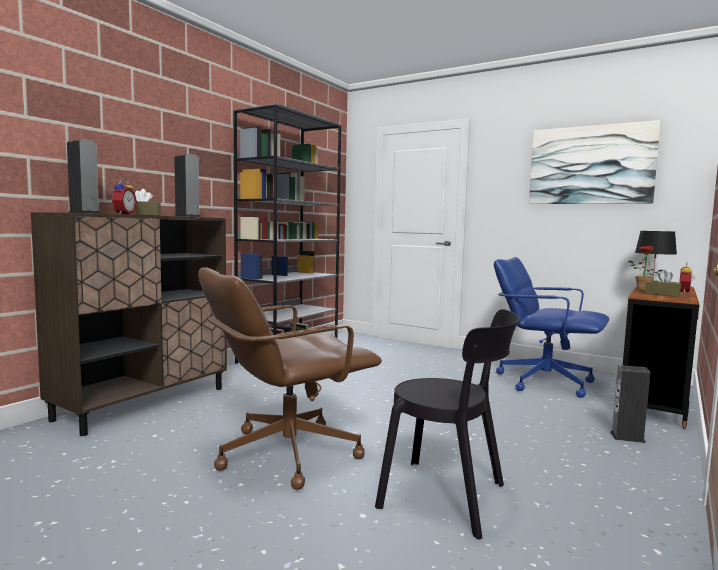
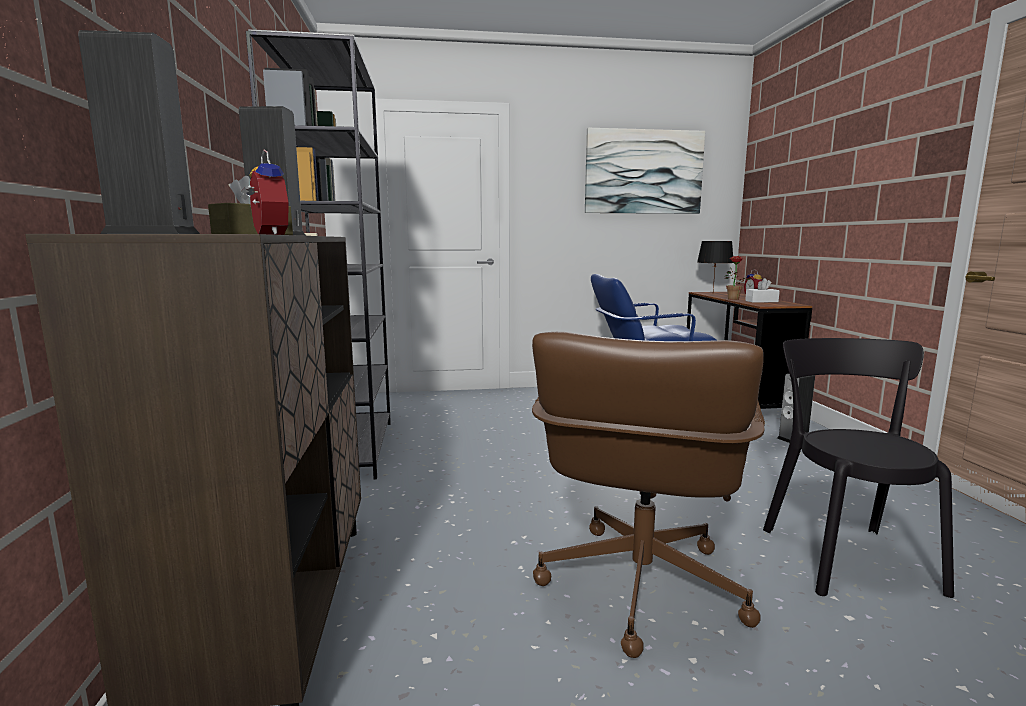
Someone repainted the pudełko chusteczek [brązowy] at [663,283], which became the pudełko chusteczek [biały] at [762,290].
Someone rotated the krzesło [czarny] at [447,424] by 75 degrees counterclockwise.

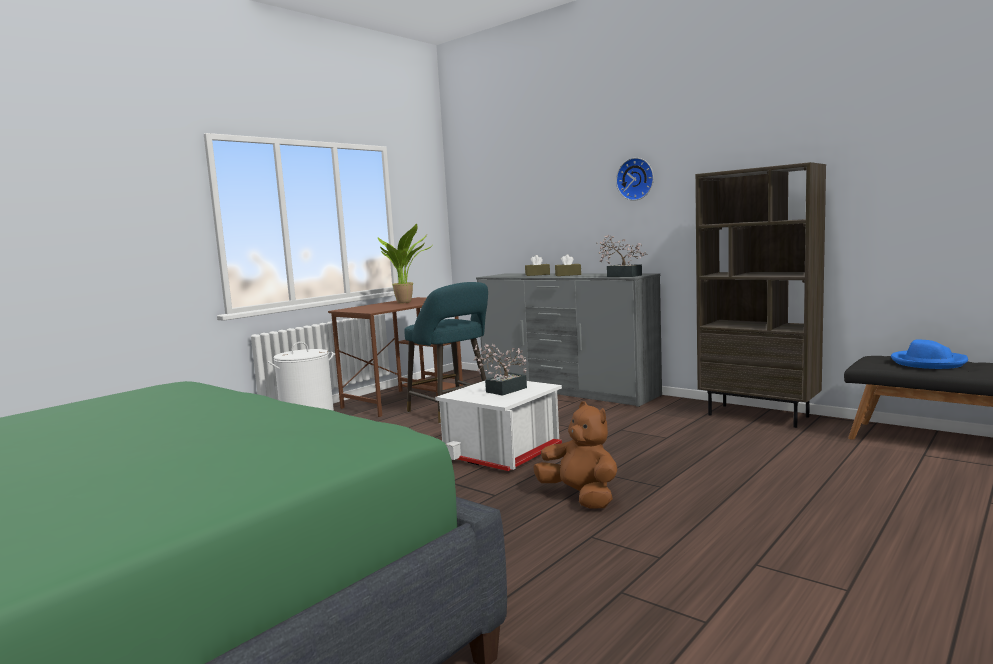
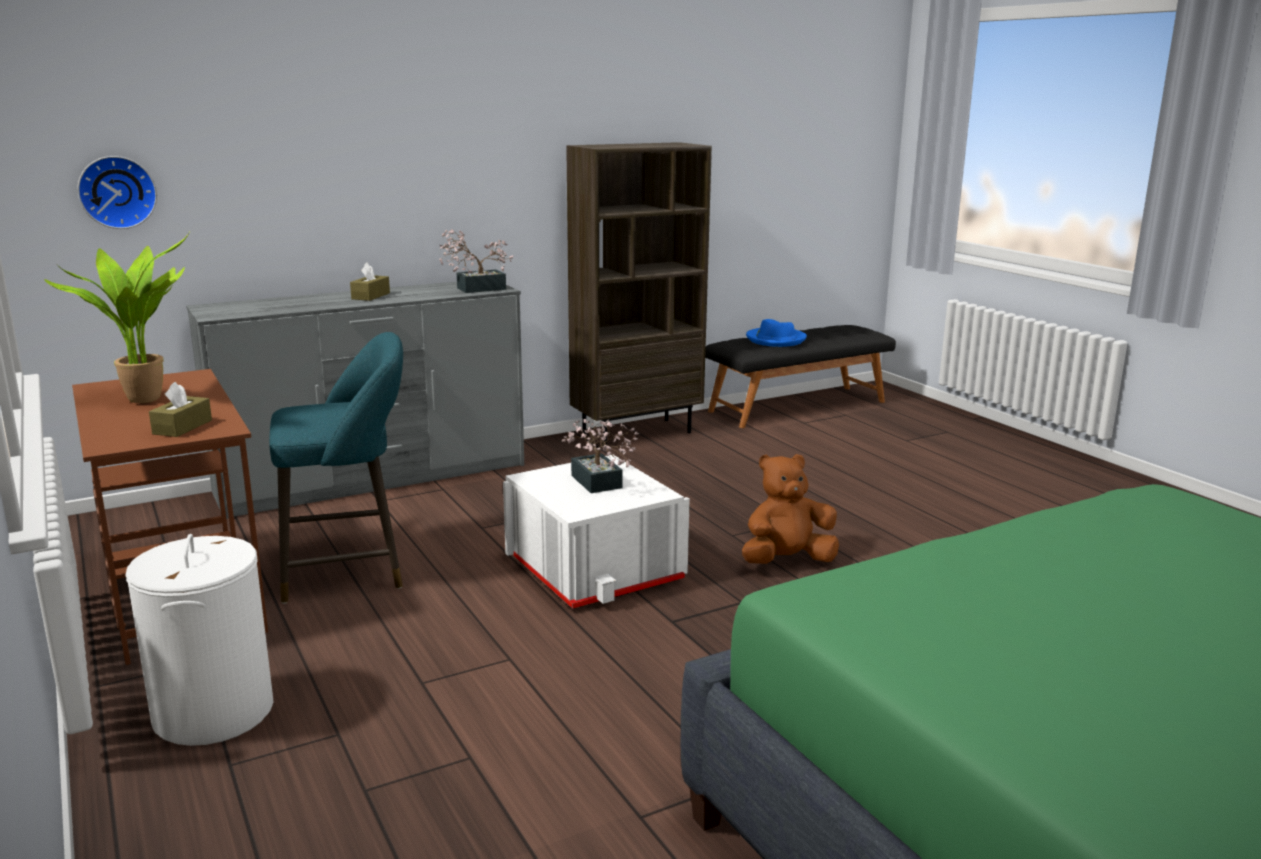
Someone carried the zegar ścienny from [635,179] to [117,192].
Someone carried the pudełko chusteczek [brązowy] from [537,265] to [180,409].

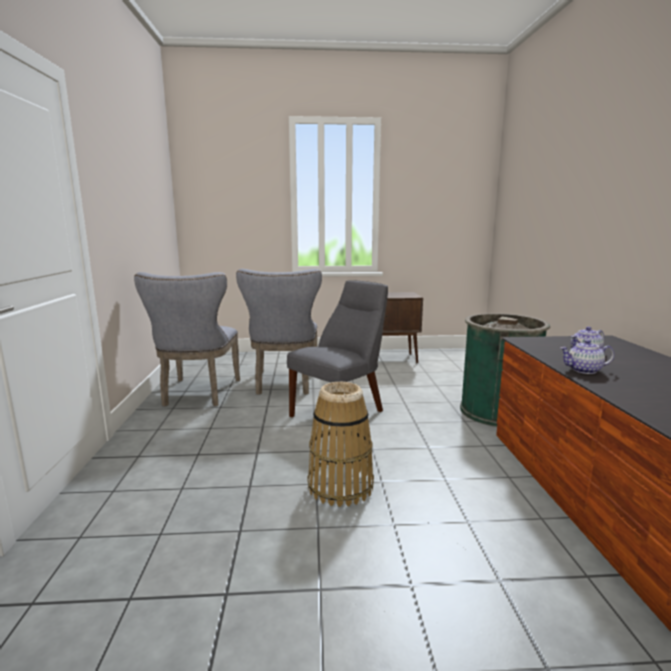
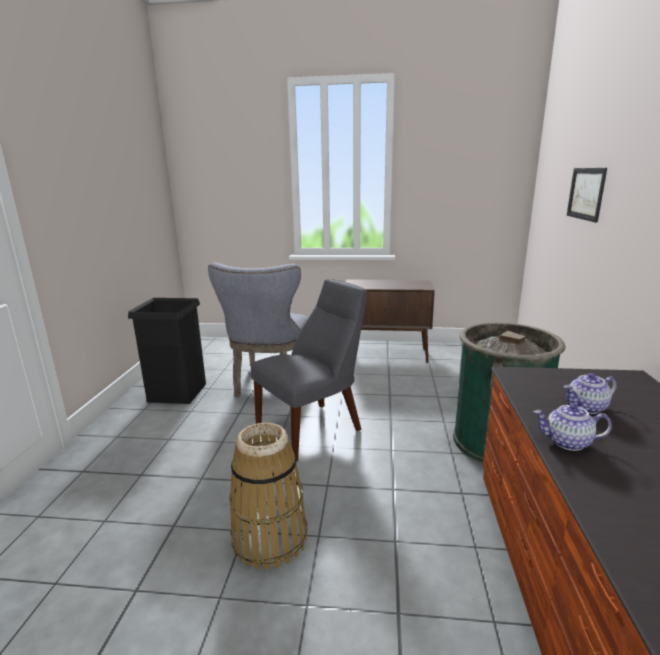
Someone swapped the krzesło [szary] at [187,339] for the kosz na śmieci [czarny] at [167,351].
Someone put up the obraz at [587,195].

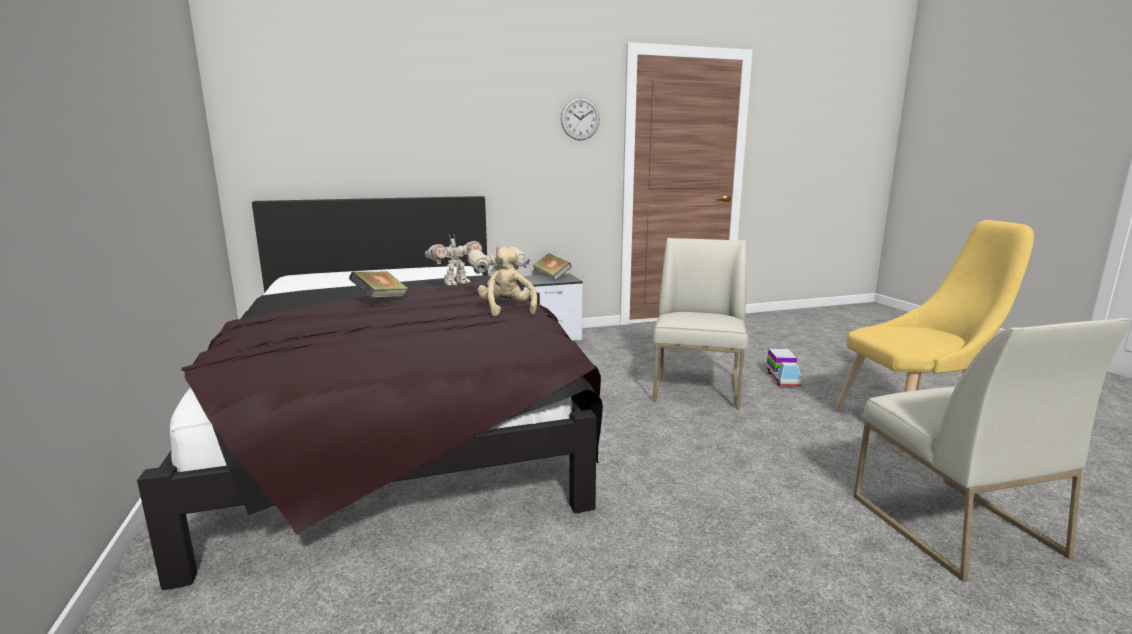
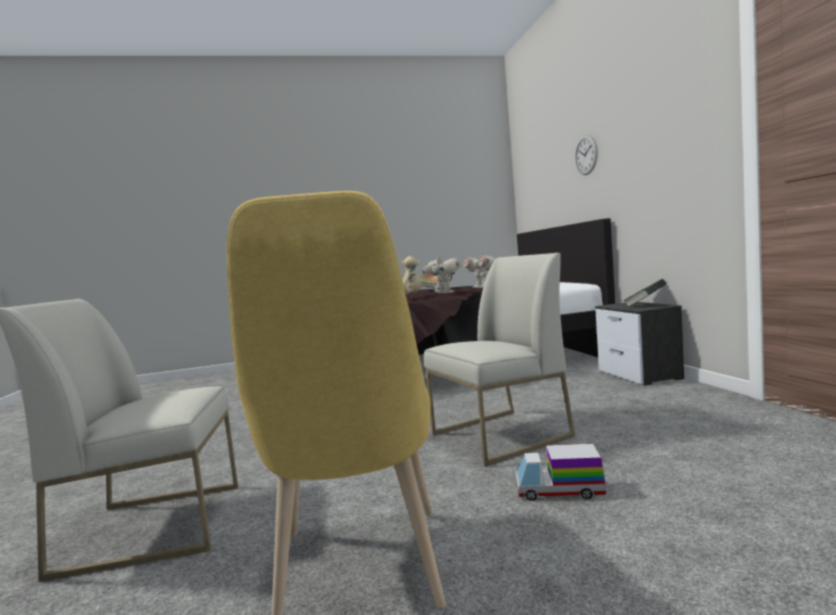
Someone rotated the krzesło [biały] at [700,323] by 45 degrees counterclockwise.
Someone carried the zegar ścienny from [580,119] to [586,155].

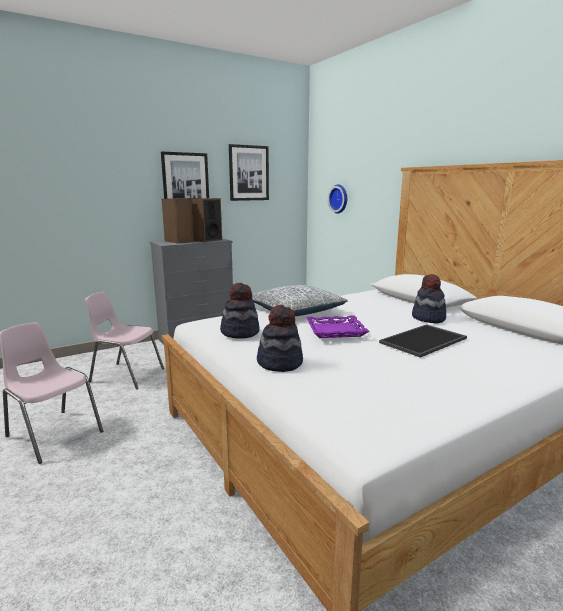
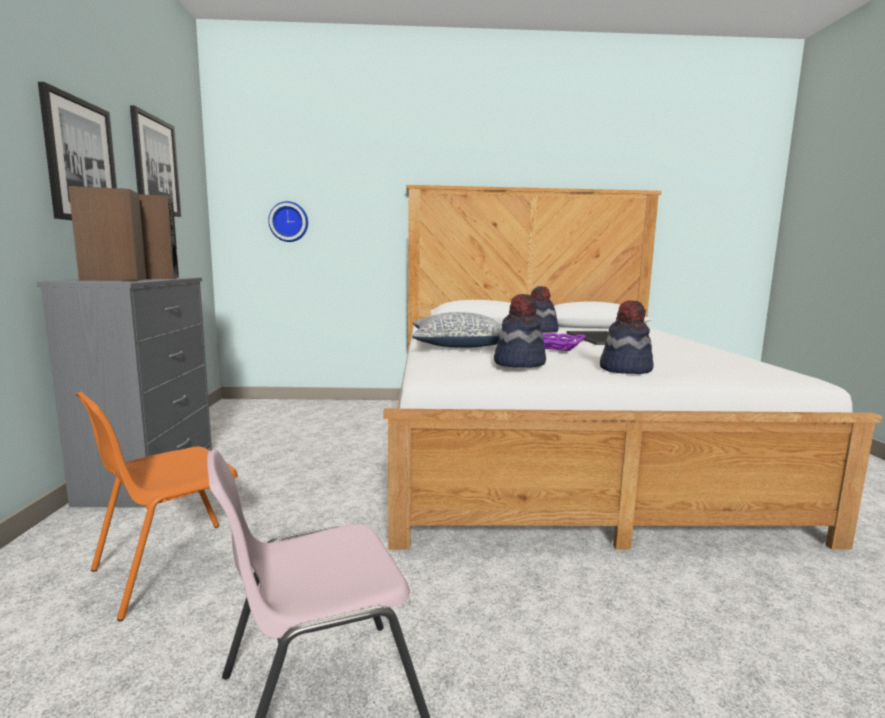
Someone repainted the krzesło [różowy] at [124,341], which became the krzesło [pomarańczowy] at [157,506].

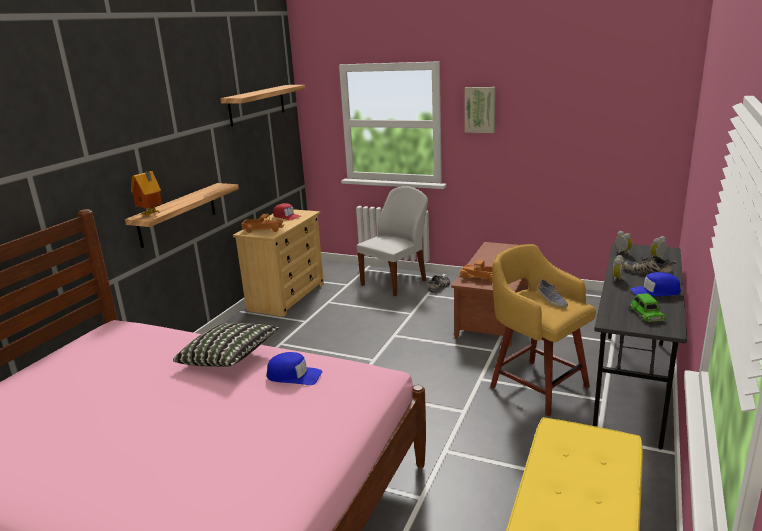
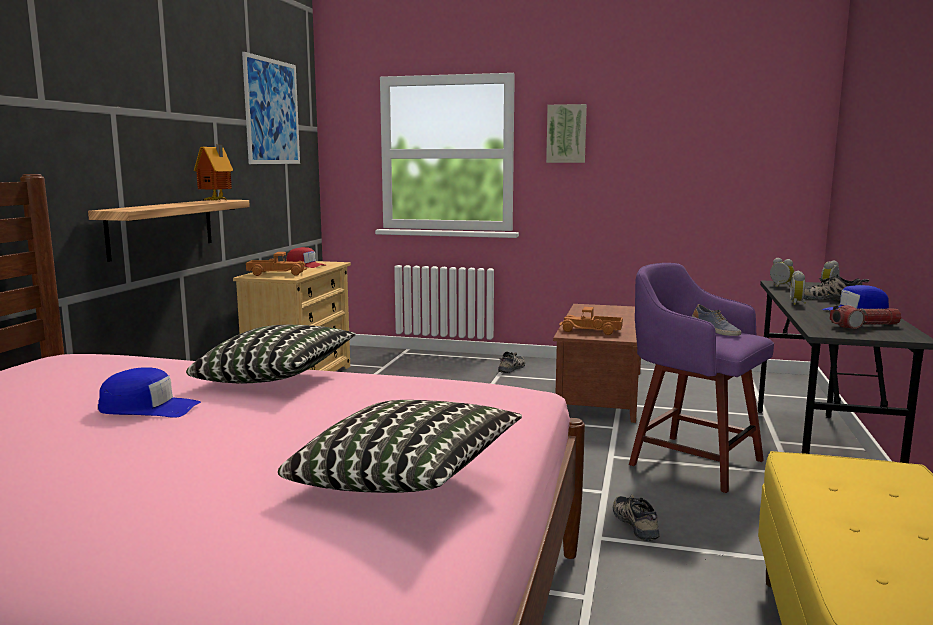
Someone carried the czapka z daszkiem [niebieski] from [294,368] to [149,392].
Someone carried the domek from [146,193] to [213,172].
Someone swapped the półka at [262,106] for the obraz at [271,108].
Someone put down the poduszka at [400,446].
Someone put down the but at [636,517].
Someone repainted the stołek [żółty] at [543,330], which became the stołek [fioletowy] at [701,378].
Someone swapped the samochodzik [zielony] at [647,307] for the latarka at [865,317].
Someone took away the krzesło [biały] at [392,241].

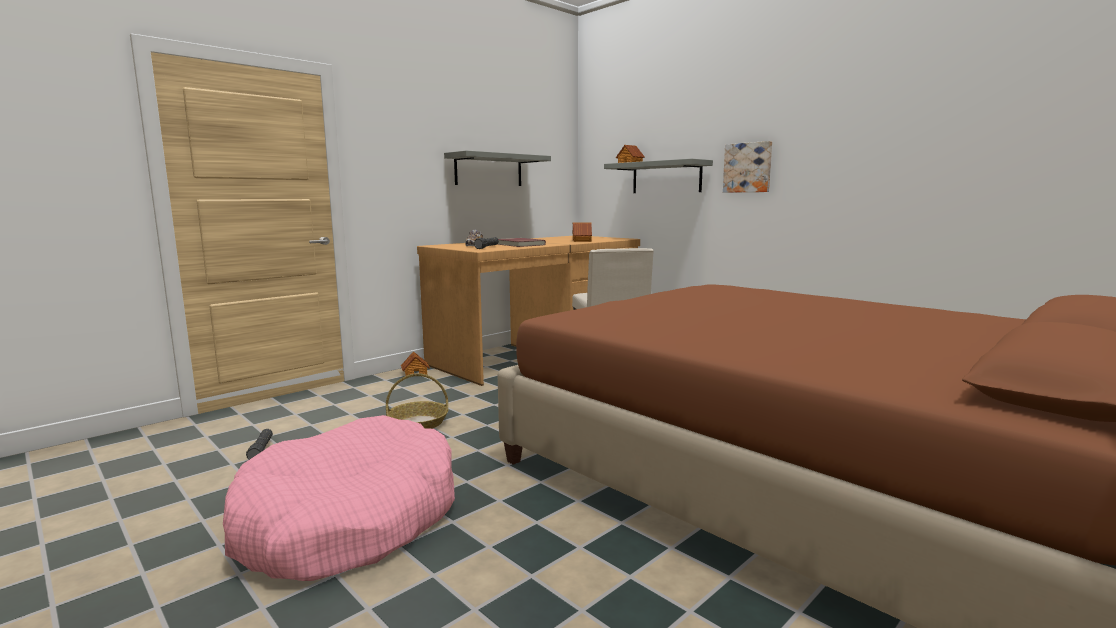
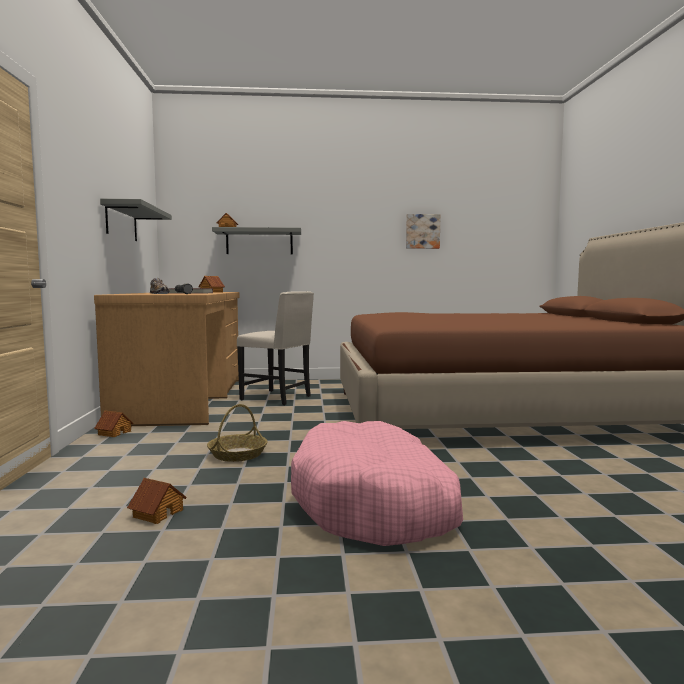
Someone swapped the latarka [czarny] at [259,444] for the domek at [157,501].
Someone carried the obraz from [747,167] to [423,231].

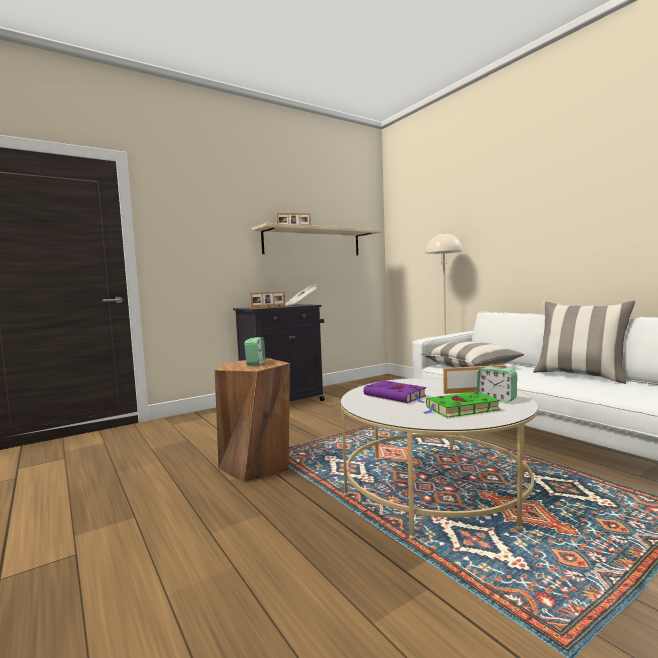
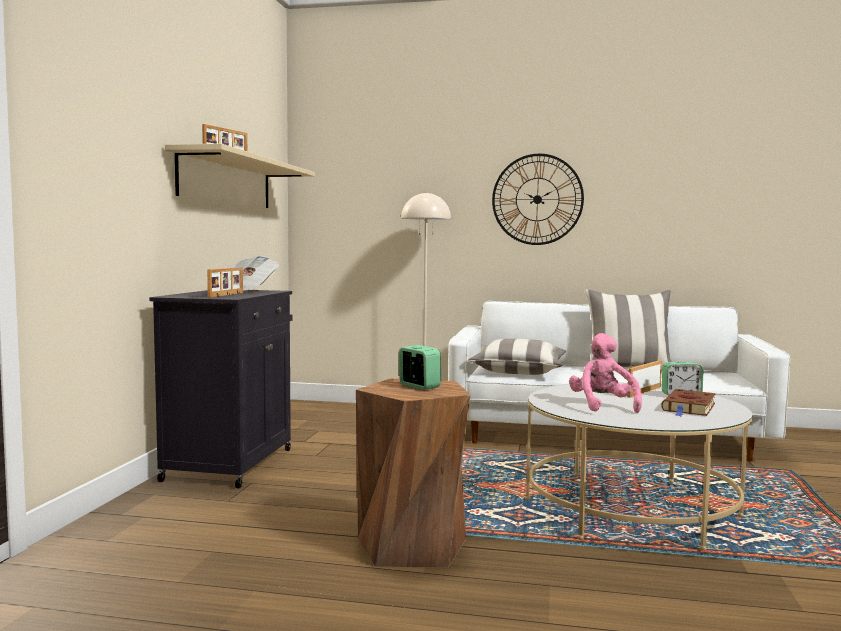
Someone put up the zegar ścienny at [538,199].
Someone swapped the książka [fioletowy] at [394,392] for the pluszak [różowy] at [605,373].
Someone repainted the książka [zielony] at [462,405], which became the książka [brązowy] at [688,402].

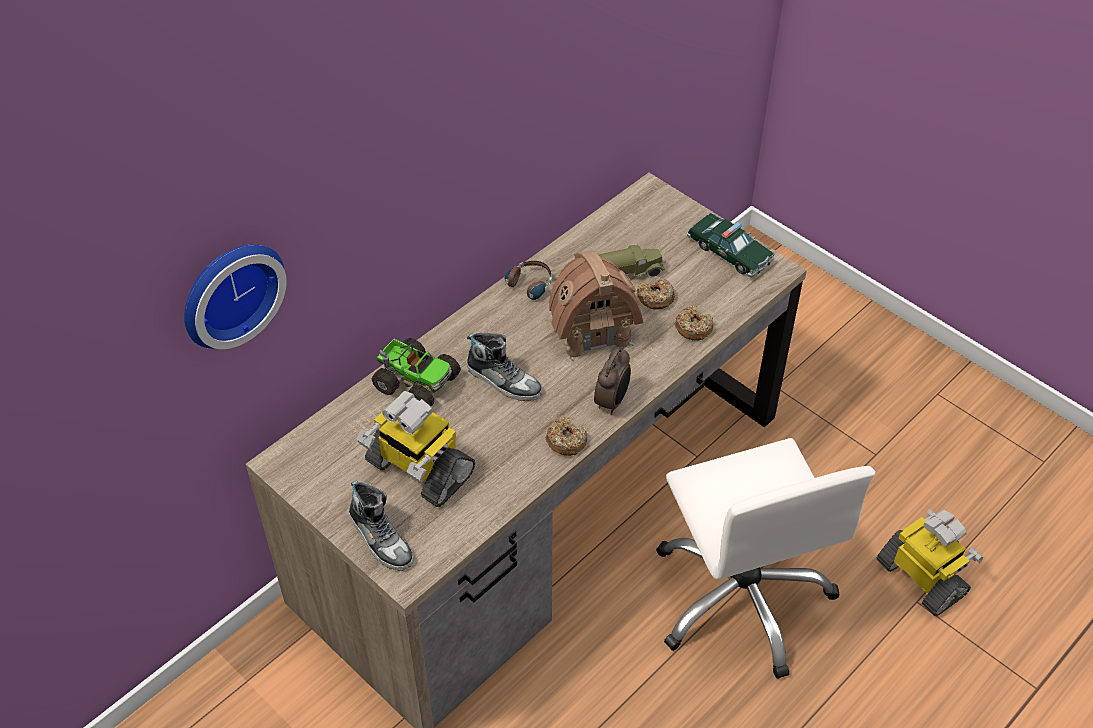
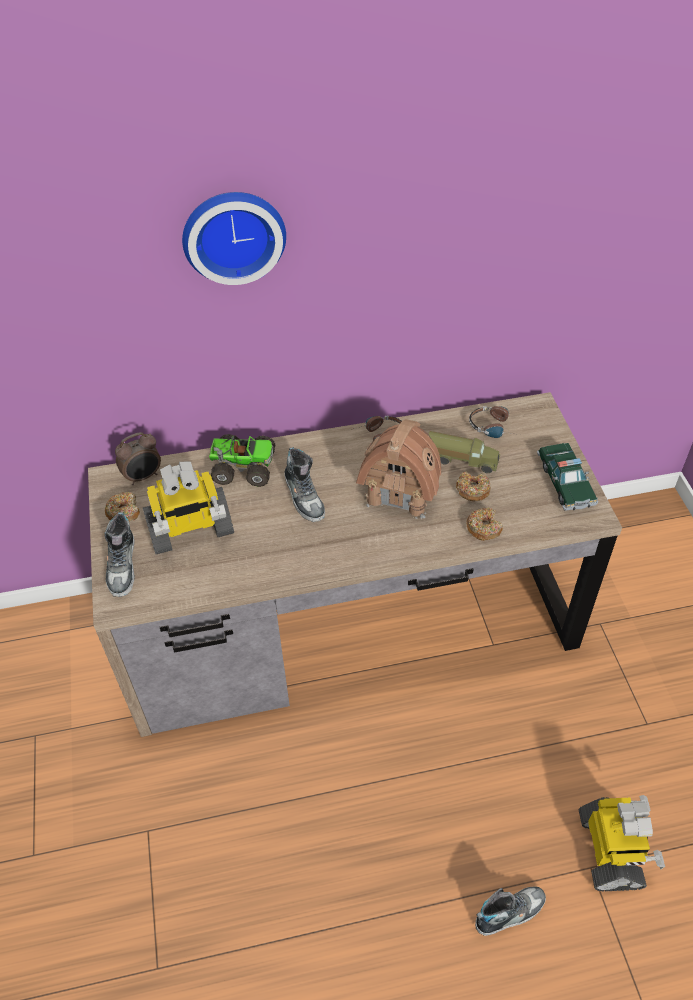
Someone carried the donut from [566,436] to [122,507].
Someone carried the budzik from [612,381] to [138,458].
Someone rotated the robot zabawkowy at [416,449] by 90 degrees counterclockwise.
Someone carried the zegar ścienny from [235,296] to [234,238].
Someone rotated the ciężarówka zabawkowa at [416,372] by 60 degrees counterclockwise.
Someone put down the słuchawki at [491,422].
Someone put down the but at [510,911].
Someone took away the krzesło biurowe [biały] at [765,558].

